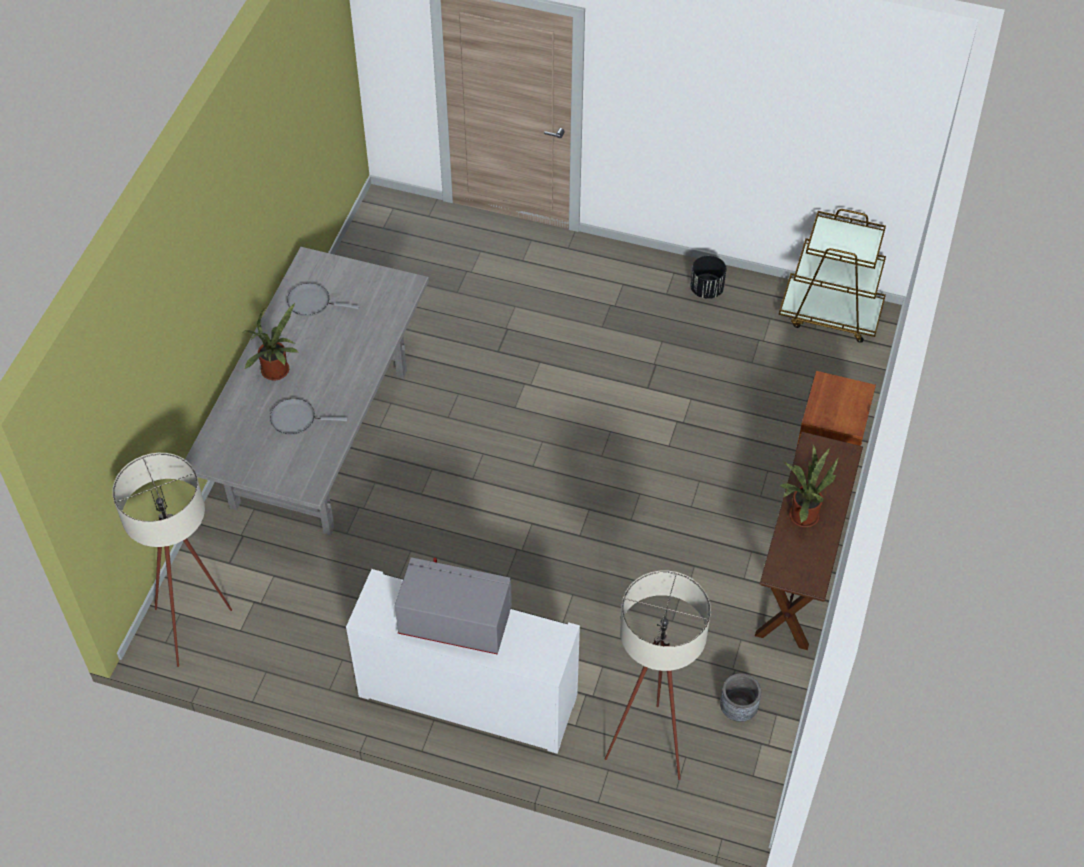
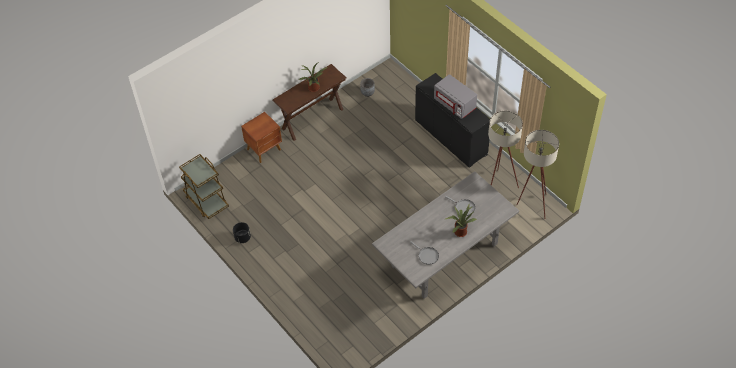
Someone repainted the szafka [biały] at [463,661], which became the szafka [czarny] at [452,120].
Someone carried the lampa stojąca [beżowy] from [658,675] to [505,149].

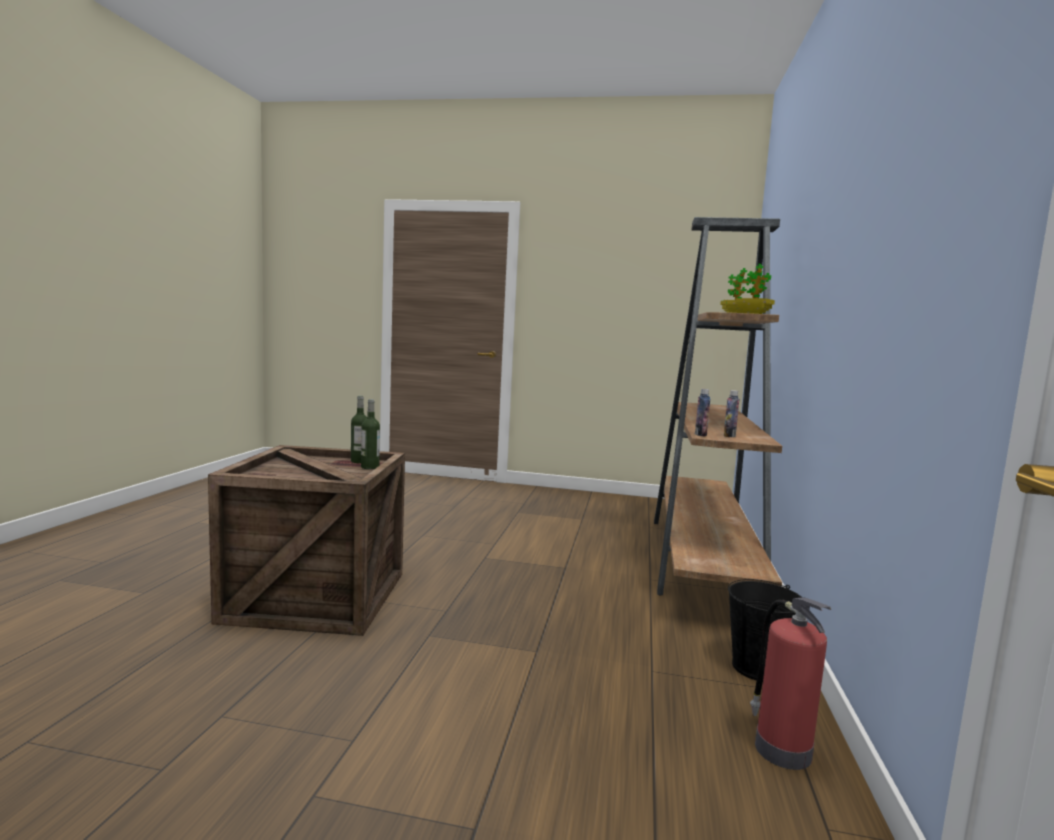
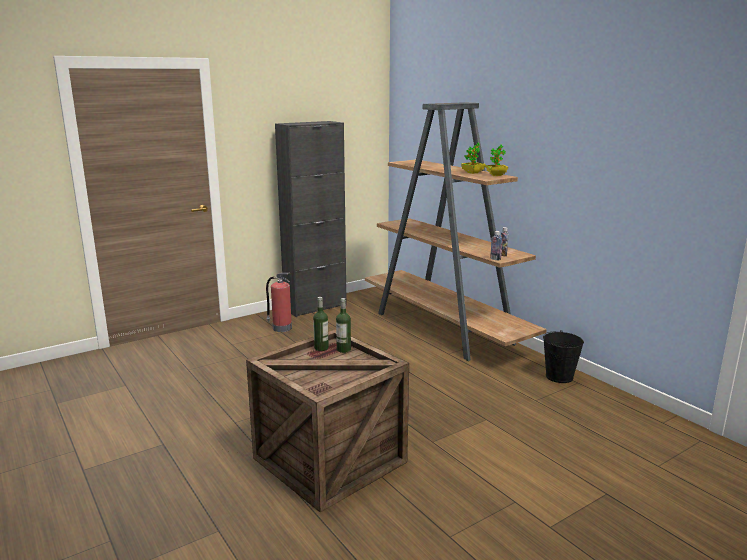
Someone carried the gaśnica from [790,684] to [279,302].
Someone put down the szafka [czarny] at [311,219].

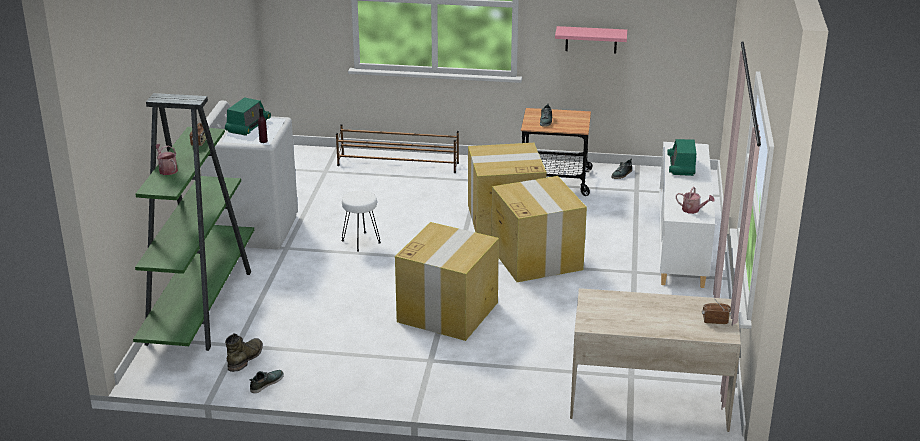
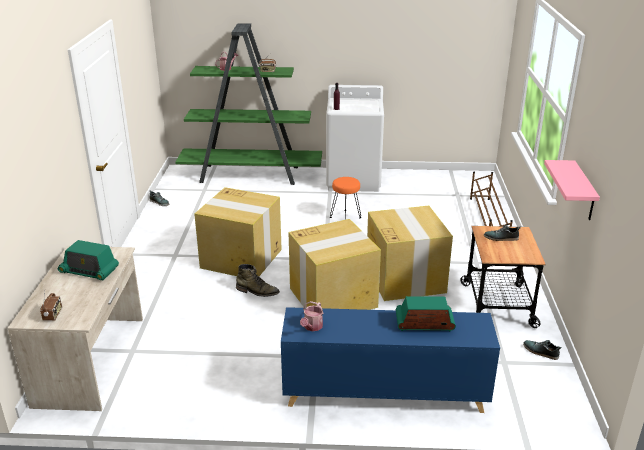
Someone carried the radio from [248,116] to [88,260].
Someone carried the but z cholewką [zielony] from [244,352] to [258,280].
Someone repainted the szafka [biały] at [687,215], which became the szafka [niebieski] at [390,360].
Someone repainted the stołek [biały] at [361,221], which became the stołek [pomarańczowy] at [345,198].

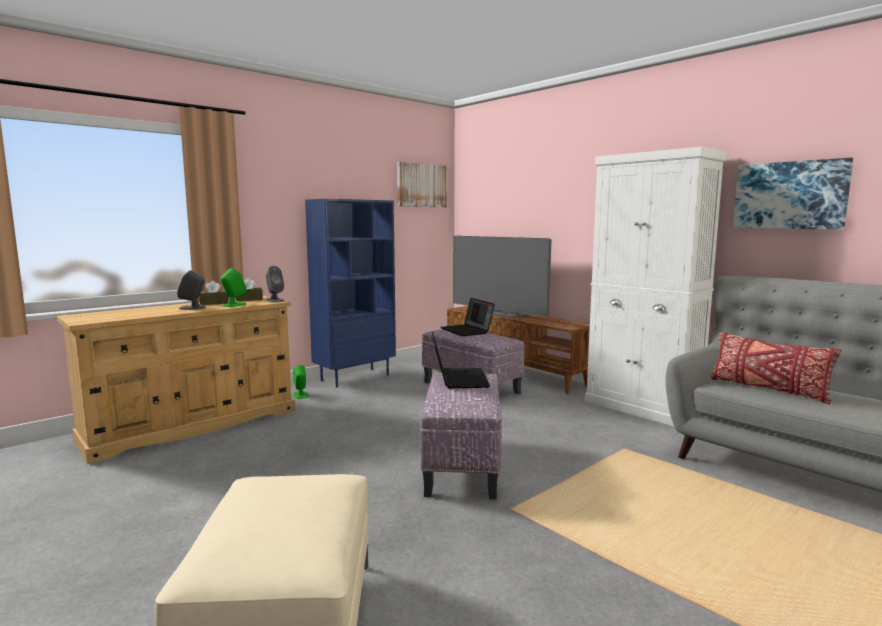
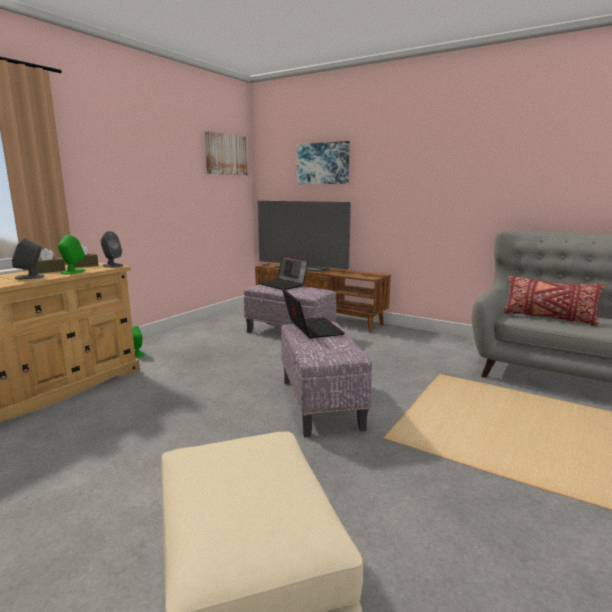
Someone carried the obraz from [793,193] to [323,162].
Someone took away the regał [niebieski] at [350,293].
Someone took away the szafka [biały] at [656,286].

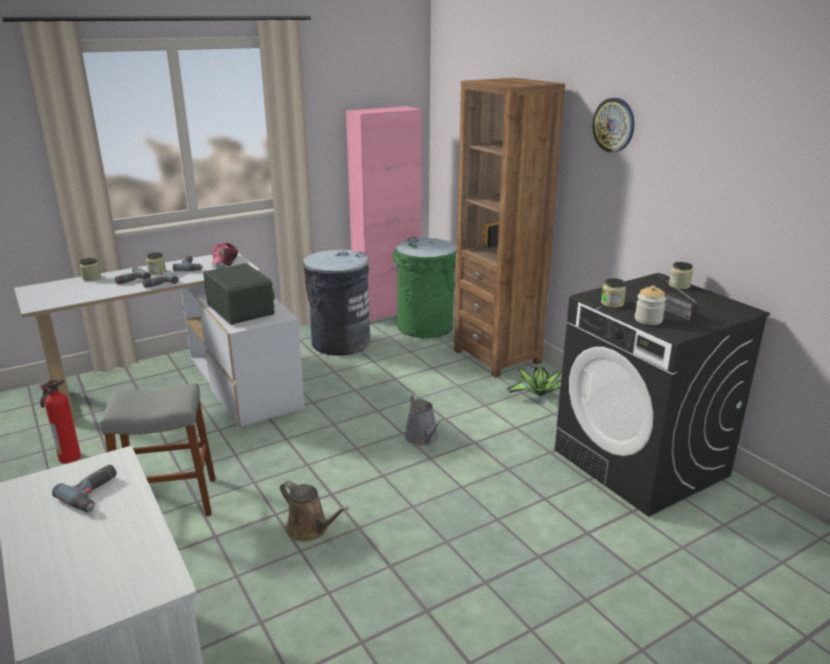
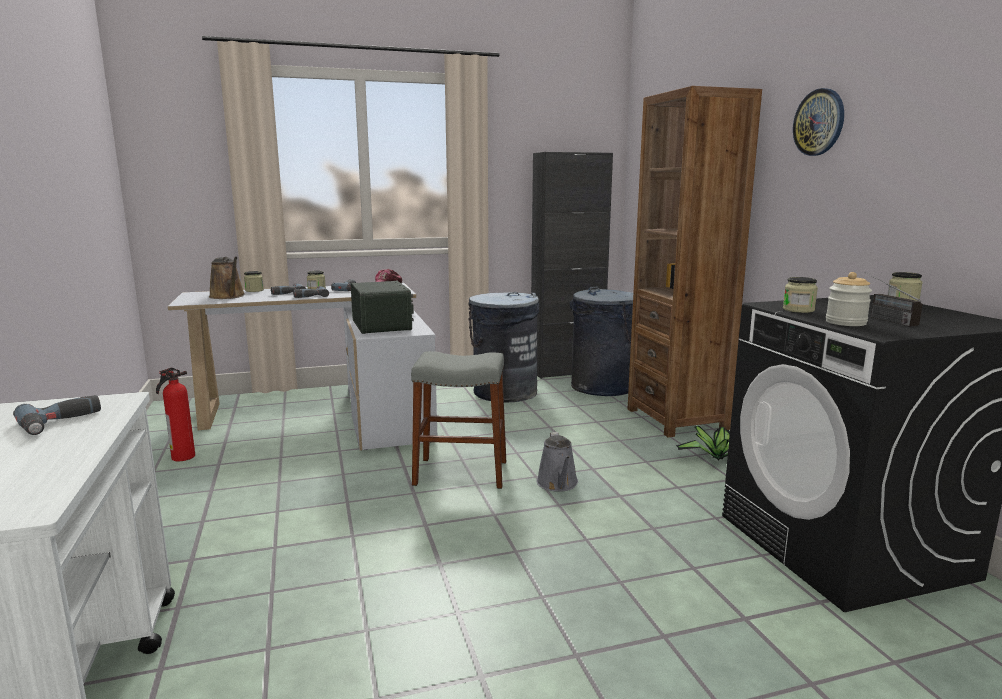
Someone carried the konewka [brązowy] from [314,511] to [227,278].
Someone carried the stołek [szary] from [158,449] to [458,420].
Someone repainted the szafka [różowy] at [384,213], which became the szafka [czarny] at [572,265].
Someone repainted the kosz na śmieci [zielony] at [424,287], which became the kosz na śmieci [szary] at [601,341].

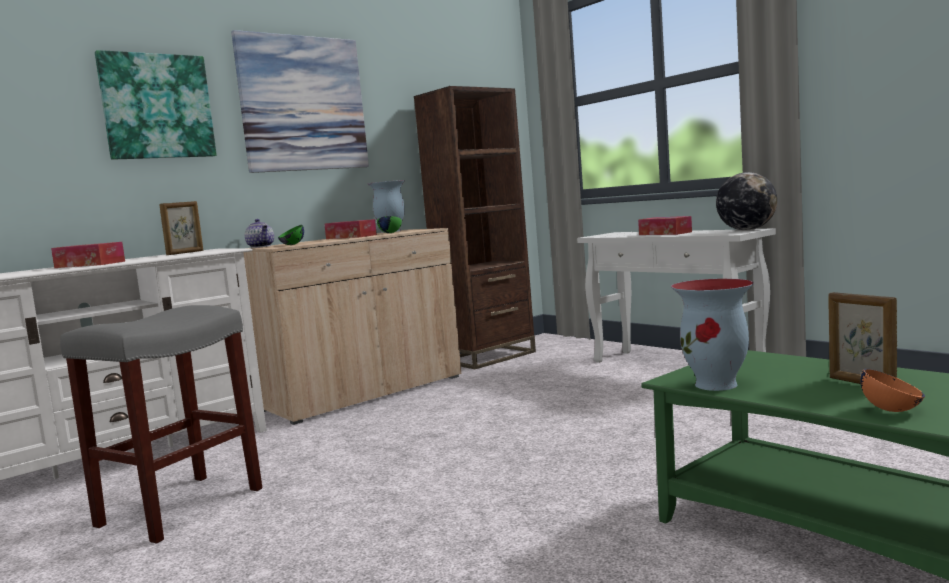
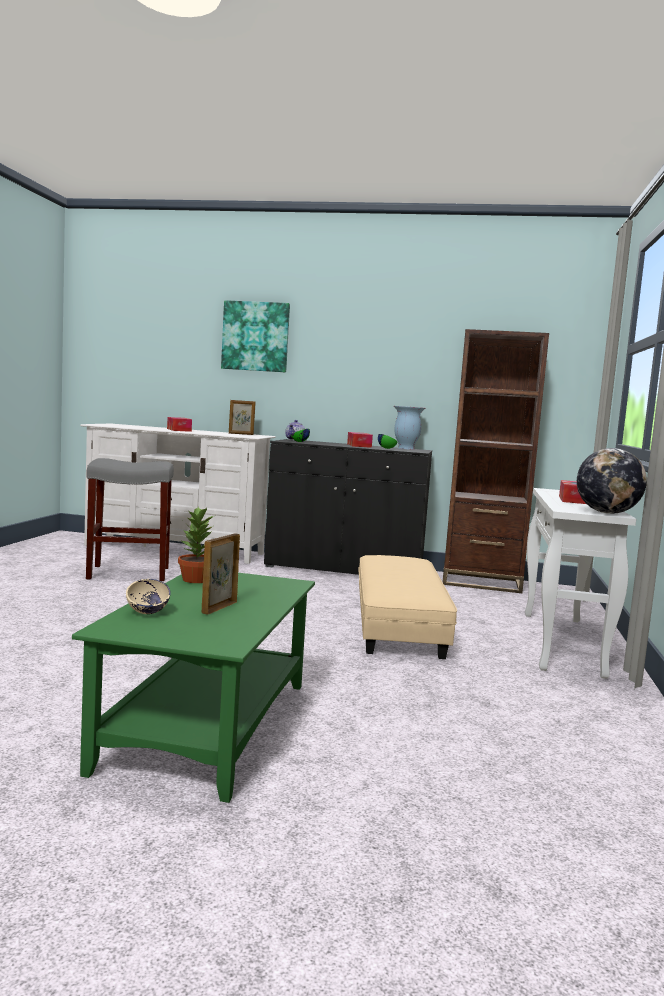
Someone repainted the miska [pomarańczowy] at [893,390], which became the miska [beżowy] at [148,596].
Someone swapped the wazon at [712,335] for the roślina doniczkowa at [197,544].
Someone repainted the szafka [beżowy] at [352,326], which became the szafka [czarny] at [348,507].
Someone put down the pufa [beżowy] at [407,607].
Someone took away the obraz at [300,101].

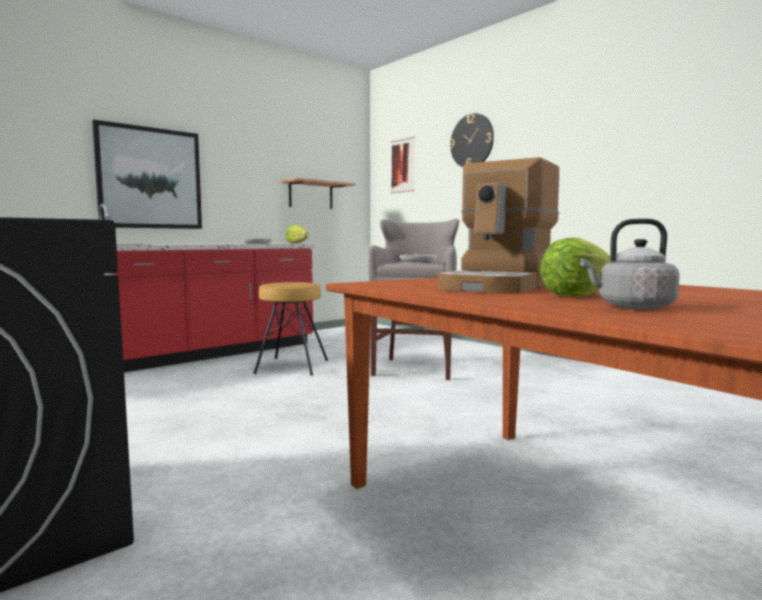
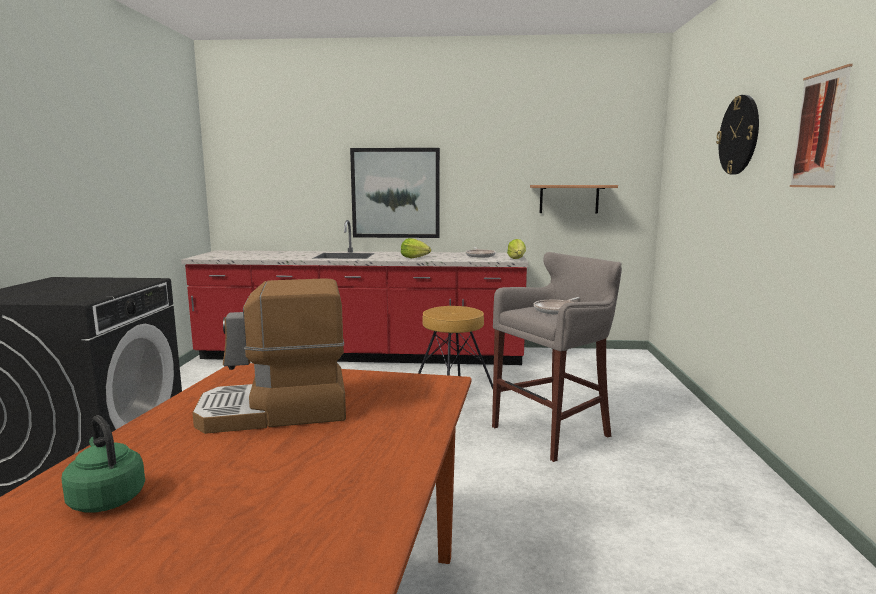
Someone repainted the czajnik [szary] at [630,264], which became the czajnik [zielony] at [103,464].
Someone carried the sałata from [575,267] to [416,248].
Someone carried the obraz from [402,165] to [821,126].

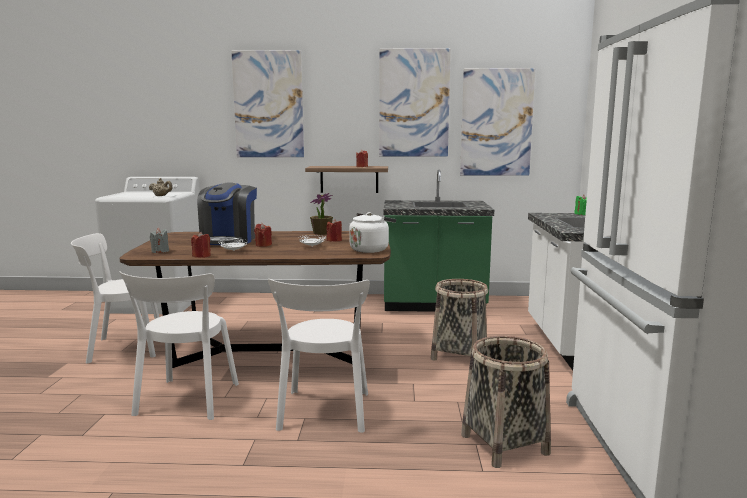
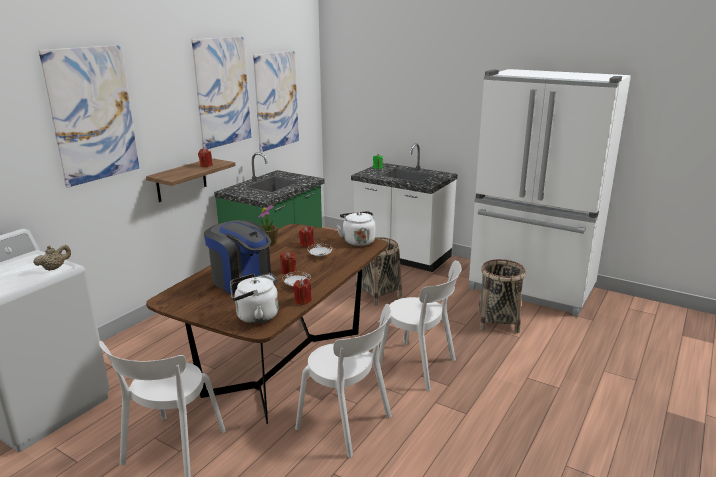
Someone swapped the świeca [szary] at [159,240] for the czajnik [biały] at [254,299].

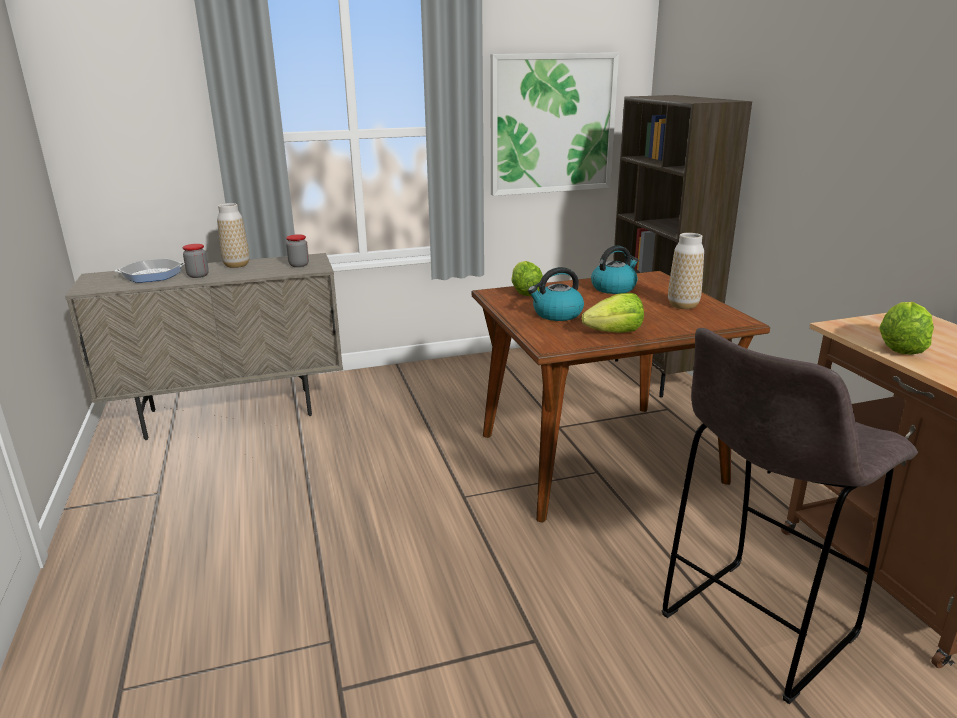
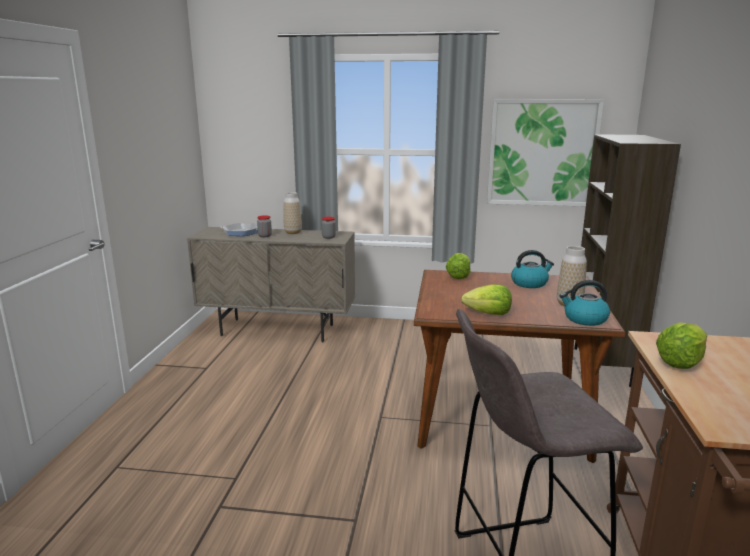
Someone carried the czajnik from [556,294] to [585,303].

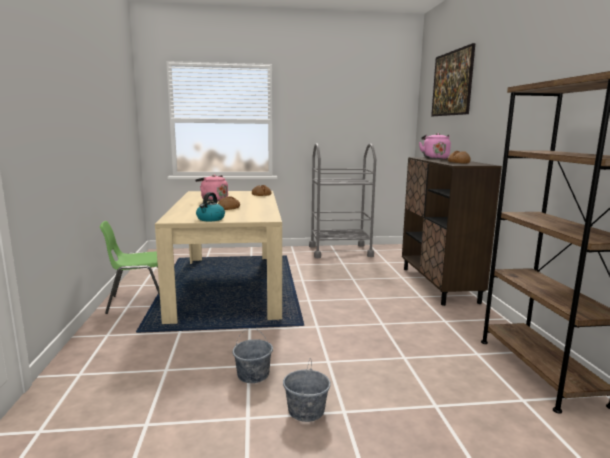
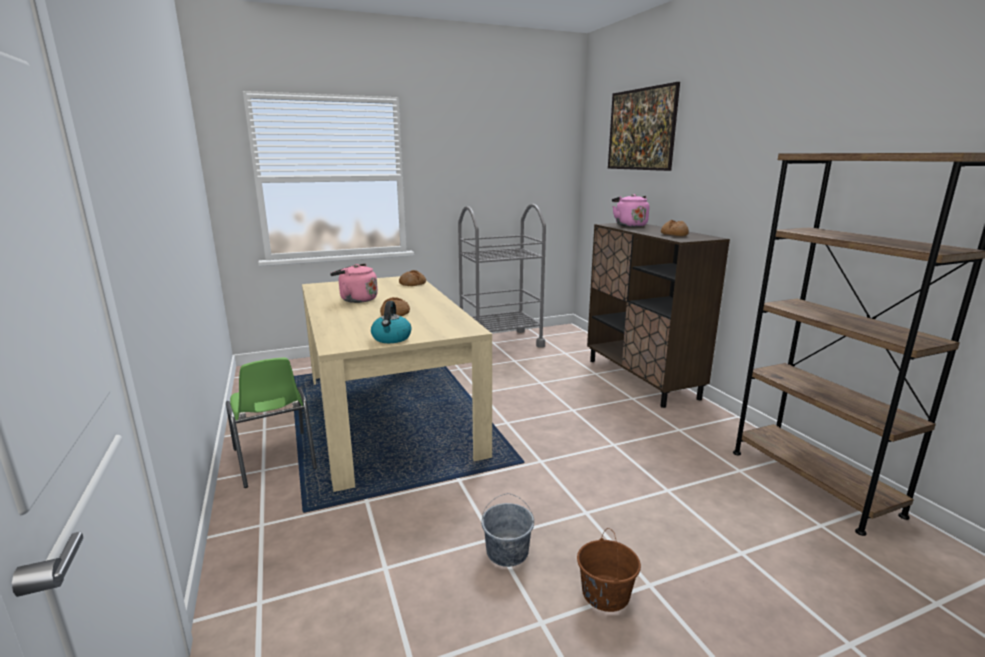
Someone rotated the krzesło [zielony] at [130,267] by 90 degrees counterclockwise.
Someone repainted the wiadro [szary] at [307,390], which became the wiadro [brązowy] at [609,570].

